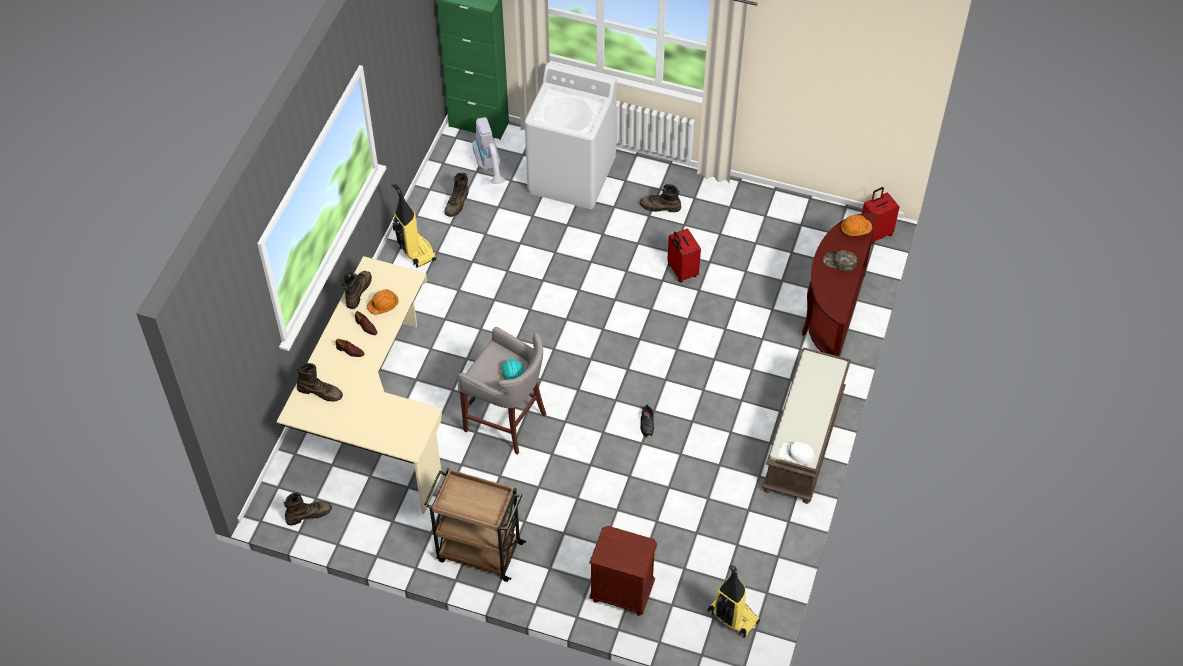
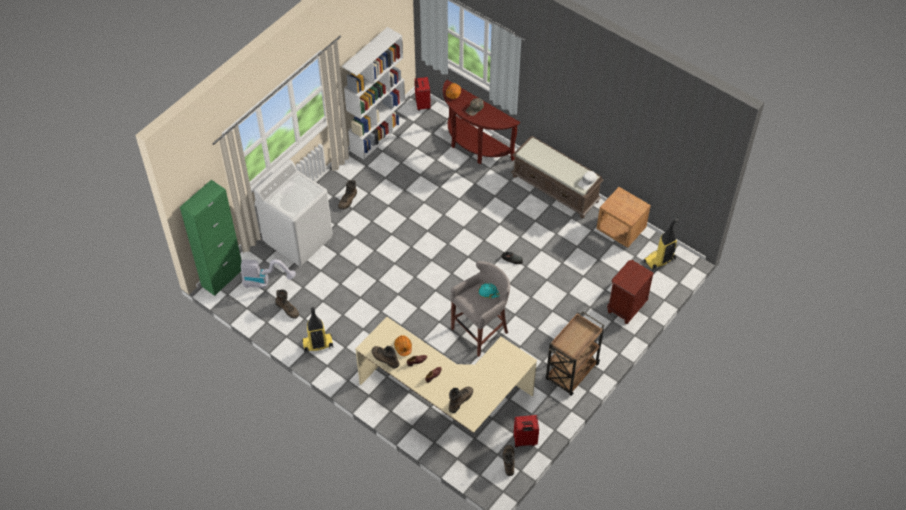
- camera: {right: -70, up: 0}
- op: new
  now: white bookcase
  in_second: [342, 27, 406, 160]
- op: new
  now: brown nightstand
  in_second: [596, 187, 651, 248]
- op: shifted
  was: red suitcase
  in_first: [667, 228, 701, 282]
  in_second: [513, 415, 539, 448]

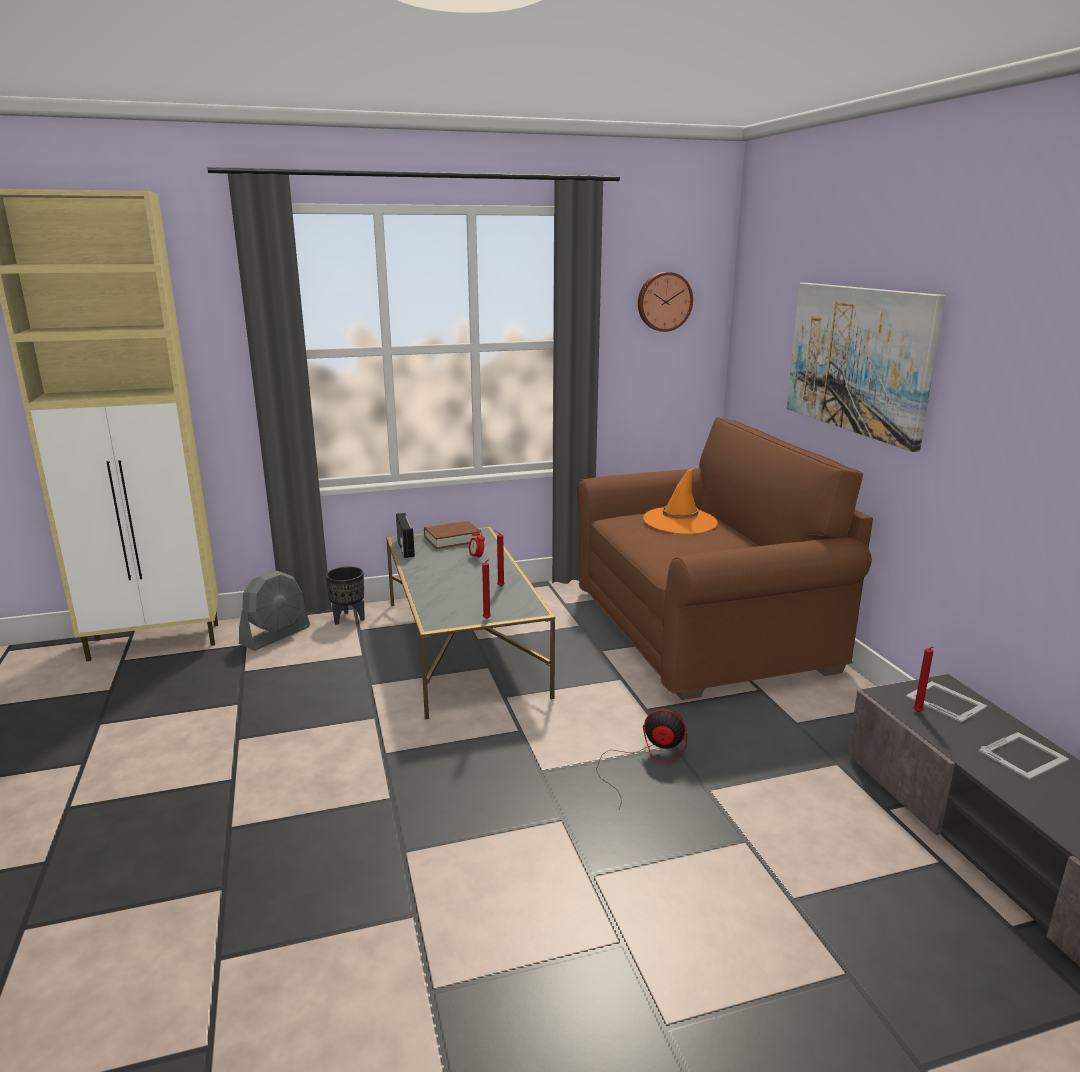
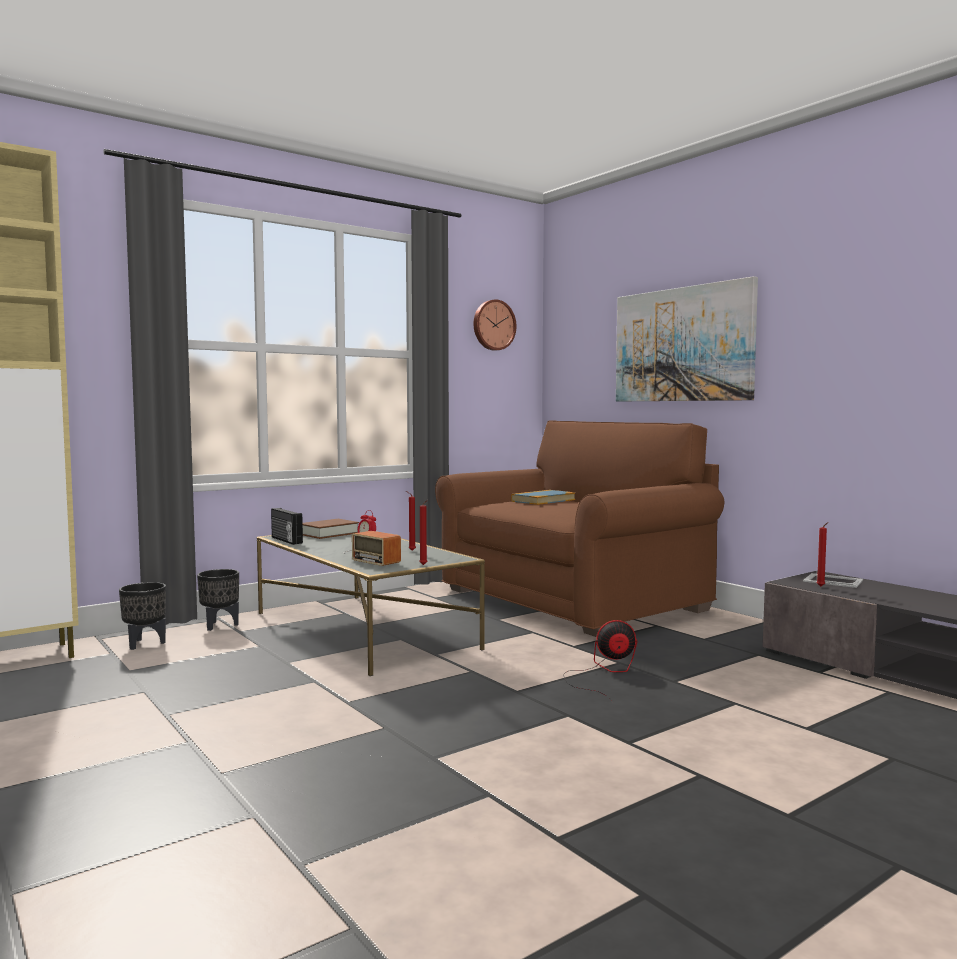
- camera: {right: -20, up: -15}
- op: gone
  was: picture frame
  in_first: [978, 732, 1069, 780]
- op: new
  now: radio
  in_second: [343, 531, 401, 566]
- op: swapped
  was: grey fan
  now: black planter
  in_first: [239, 571, 310, 651]
  in_second: [119, 582, 166, 650]
- op: swapped
  was: orange hat
  now: book
  in_first: [643, 467, 718, 534]
  in_second: [511, 490, 575, 505]

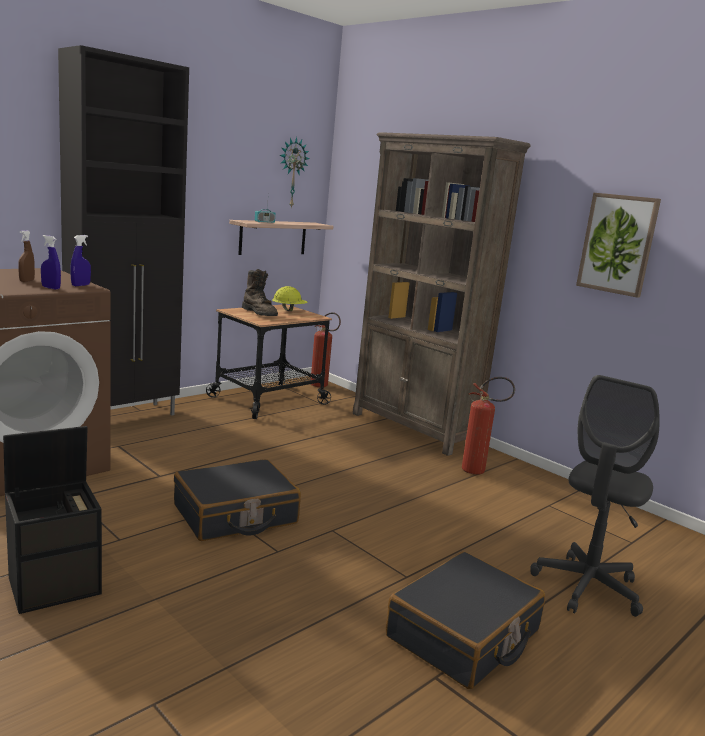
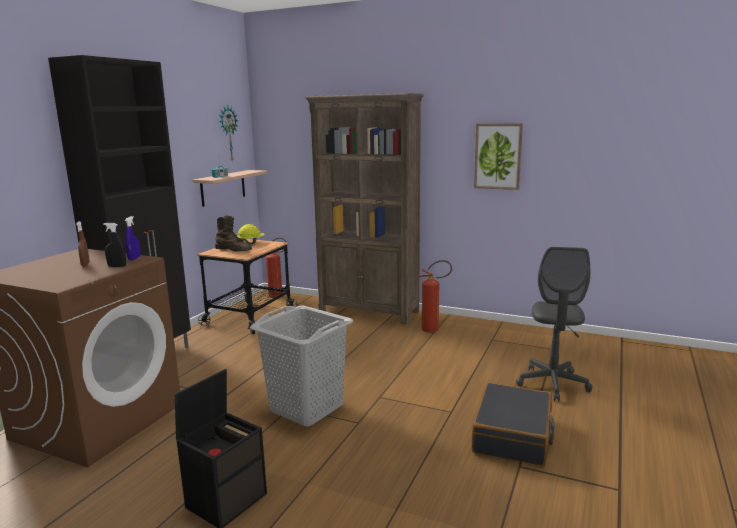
- camera: {right: -20, up: 0}
- op: swapped
  was: black suitcase
  now: grey laundry basket
  in_first: [174, 459, 301, 541]
  in_second: [250, 305, 353, 427]
- op: repainted
  was: blue spray bottle
  now: black spray bottle
  in_first: [41, 235, 61, 290]
  in_second: [103, 223, 126, 267]

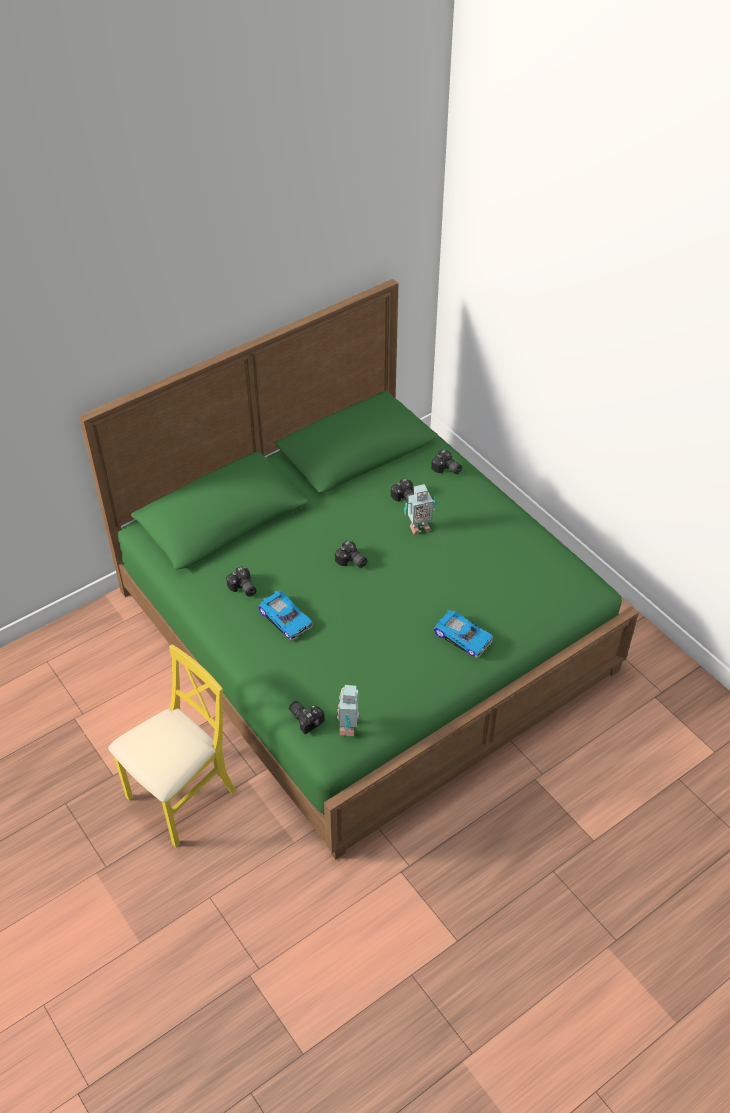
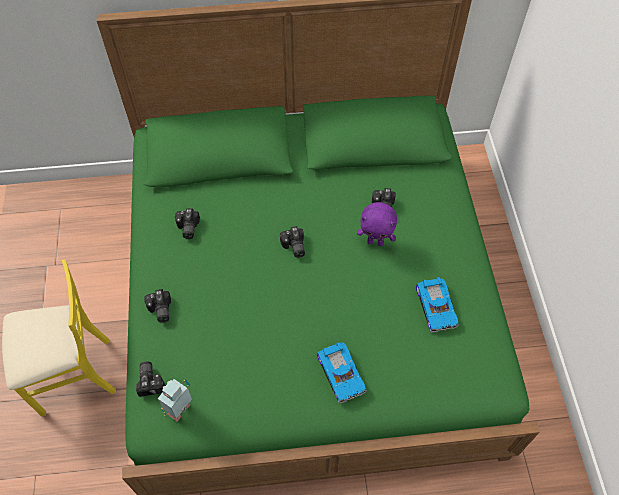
- camera: {right: 30, up: 10}
- op: shifted
  was: toy car
  in_first: [258, 591, 313, 641]
  in_second: [416, 277, 459, 332]
- op: shifted
  was: photo camera
  in_first: [431, 449, 462, 474]
  in_second: [144, 289, 171, 323]
- op: swapped
  was: toy robot
  now: purple plush toy
  in_first: [404, 484, 435, 535]
  in_second: [357, 202, 397, 246]

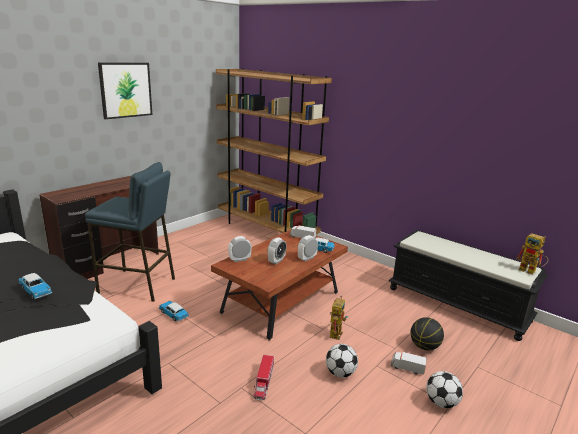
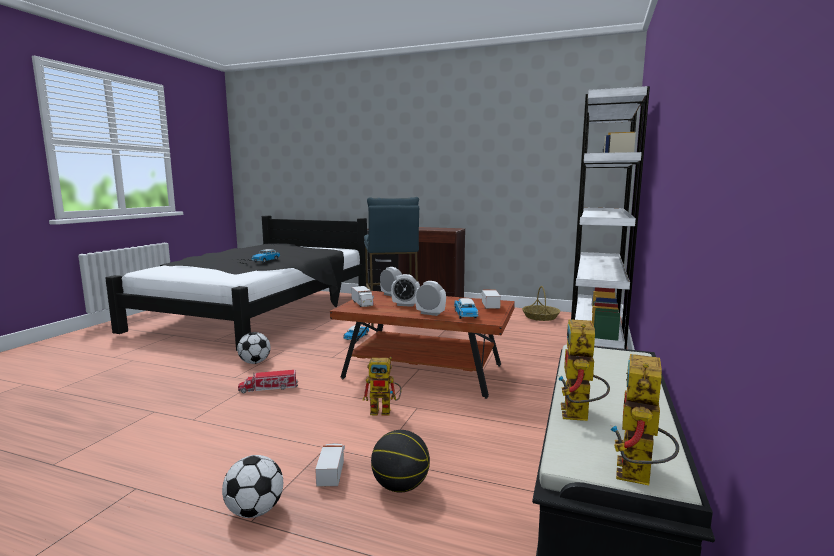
- camera: {right: 70, up: -10}
- op: gone
  was: picture
  in_first: [98, 63, 153, 119]
- op: new
  now: toy truck
  in_second: [351, 286, 374, 307]
- op: new
  now: basket
  in_second: [522, 286, 560, 321]
- op: new
  now: toy robot
  in_second: [558, 319, 610, 421]
- op: shifted
  was: football
  in_first: [326, 344, 358, 378]
  in_second: [237, 332, 271, 364]
- op: repainted
  was: brown bookcase
  now: white bookcase
  in_first: [216, 68, 332, 234]
  in_second: [571, 86, 650, 349]

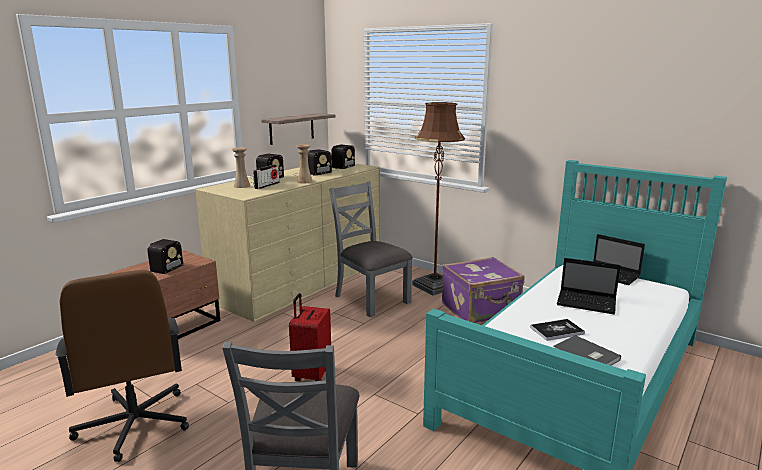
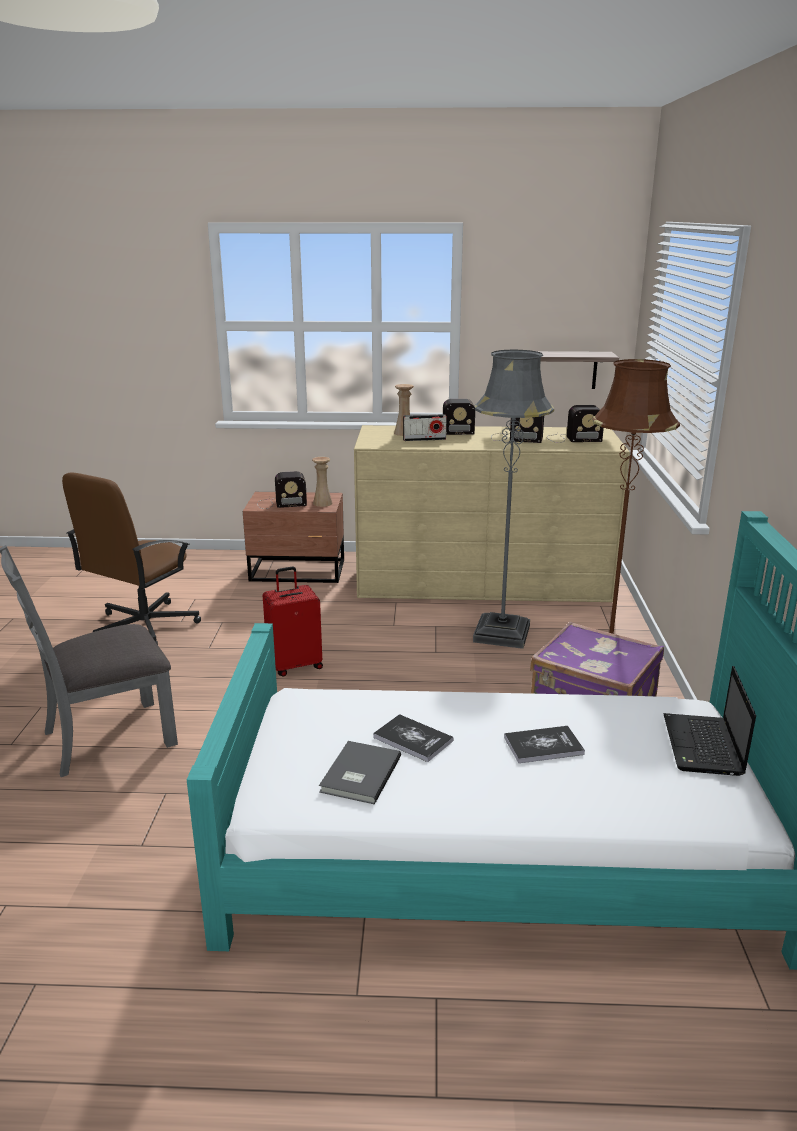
- camera: {right: 55, up: 5}
- op: shifted
  was: beige vase
  in_first: [296, 144, 313, 183]
  in_second: [312, 457, 333, 507]
- op: swapped
  was: grey chair
  now: grey floor lamp
  in_first: [329, 181, 413, 317]
  in_second: [473, 350, 554, 649]
- op: swapped
  was: laptop
  now: book
  in_first: [557, 258, 620, 314]
  in_second: [504, 726, 585, 763]

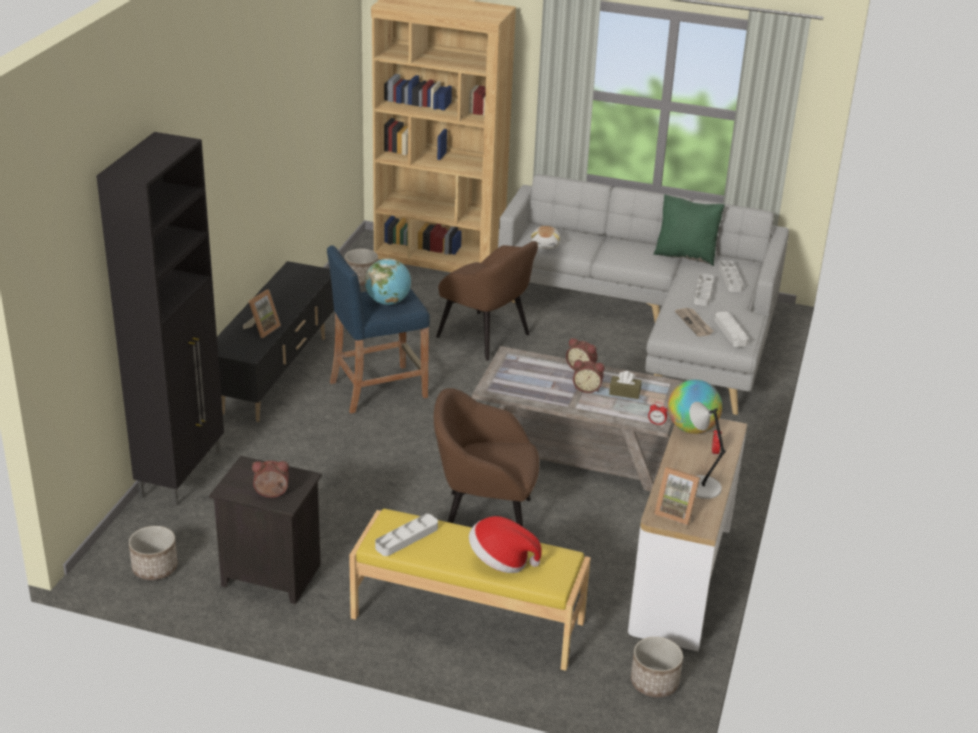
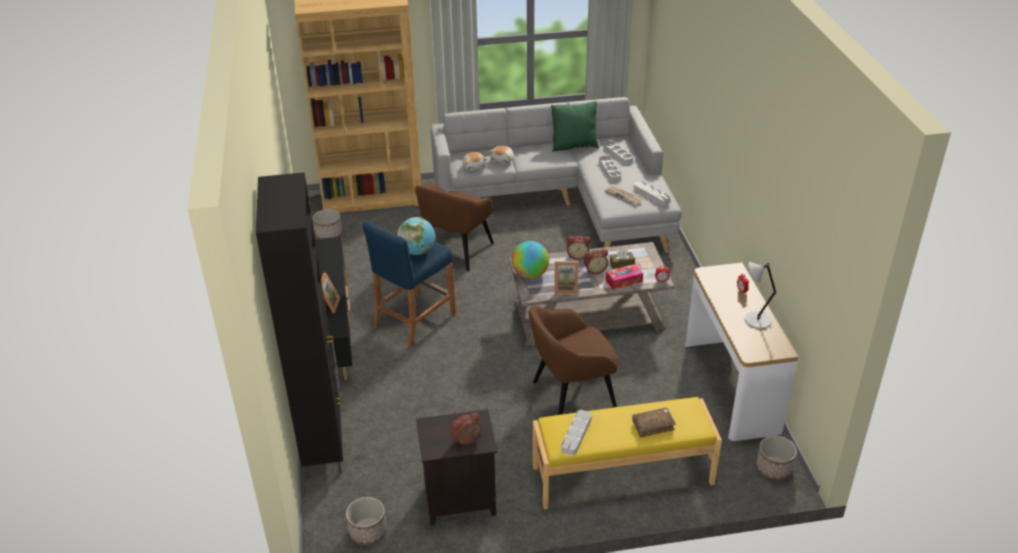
- camera: {right: -25, up: 5}
- op: new
  now: plush toy
  in_second: [488, 145, 514, 164]
- op: new
  now: tissue box
  in_second: [605, 264, 643, 290]
- op: shifted
  was: picture frame
  in_first: [654, 467, 700, 526]
  in_second: [554, 261, 578, 294]
- op: shifted
  was: globe
  in_first: [668, 380, 722, 434]
  in_second: [511, 241, 549, 279]
- op: swapped
  was: hat
  now: brown book
  in_first: [469, 516, 542, 573]
  in_second: [632, 408, 676, 437]
- op: rotated
  was: brown armchair
  in_first: [436, 241, 538, 361]
  in_second: [415, 183, 494, 271]
  clockwise: 105

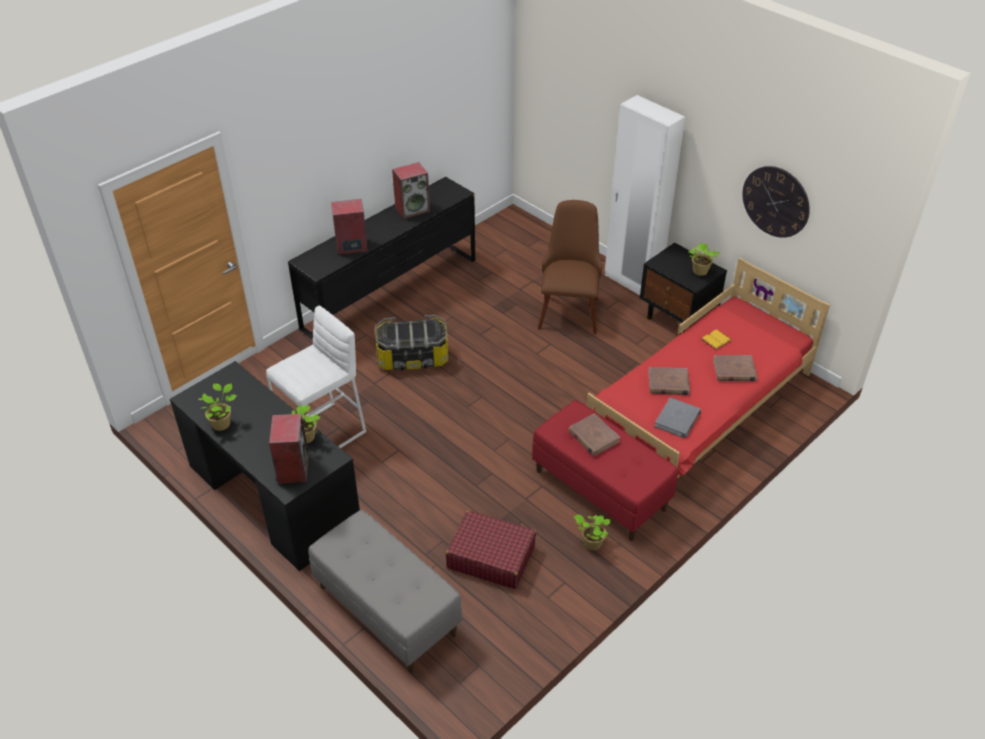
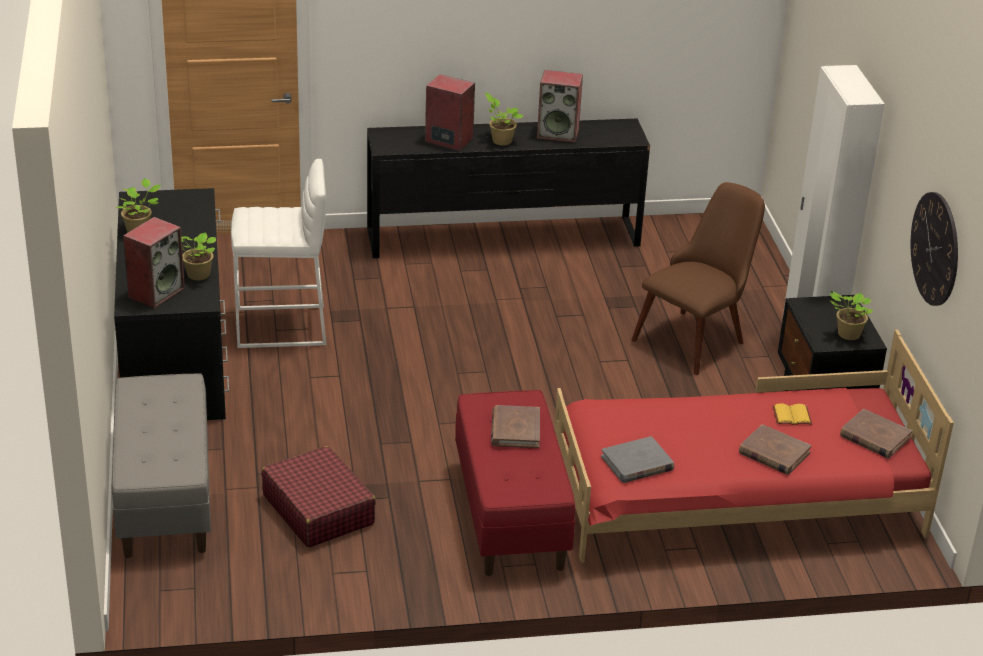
- camera: {right: 35, up: -10}
- op: gone
  was: storage box
  in_first: [375, 315, 448, 370]
- op: shifted
  was: potted plant
  in_first: [574, 514, 610, 550]
  in_second: [485, 92, 523, 146]
- op: shifted
  was: brown book
  in_first: [648, 367, 690, 395]
  in_second: [840, 409, 912, 458]

